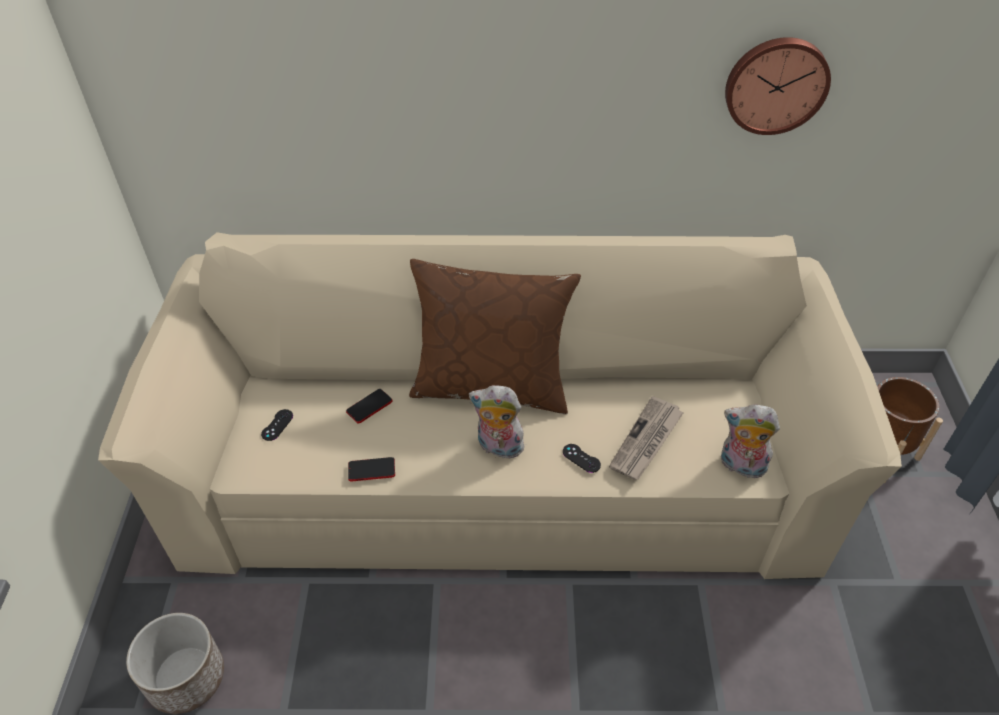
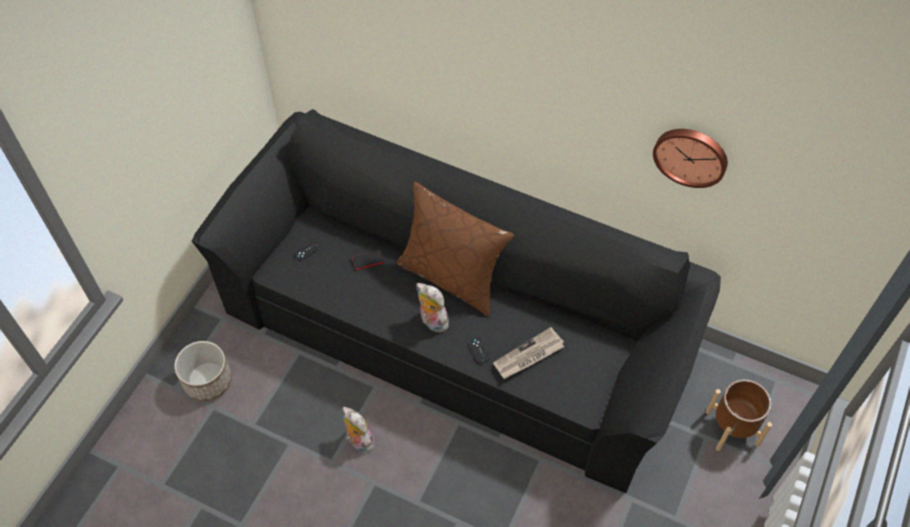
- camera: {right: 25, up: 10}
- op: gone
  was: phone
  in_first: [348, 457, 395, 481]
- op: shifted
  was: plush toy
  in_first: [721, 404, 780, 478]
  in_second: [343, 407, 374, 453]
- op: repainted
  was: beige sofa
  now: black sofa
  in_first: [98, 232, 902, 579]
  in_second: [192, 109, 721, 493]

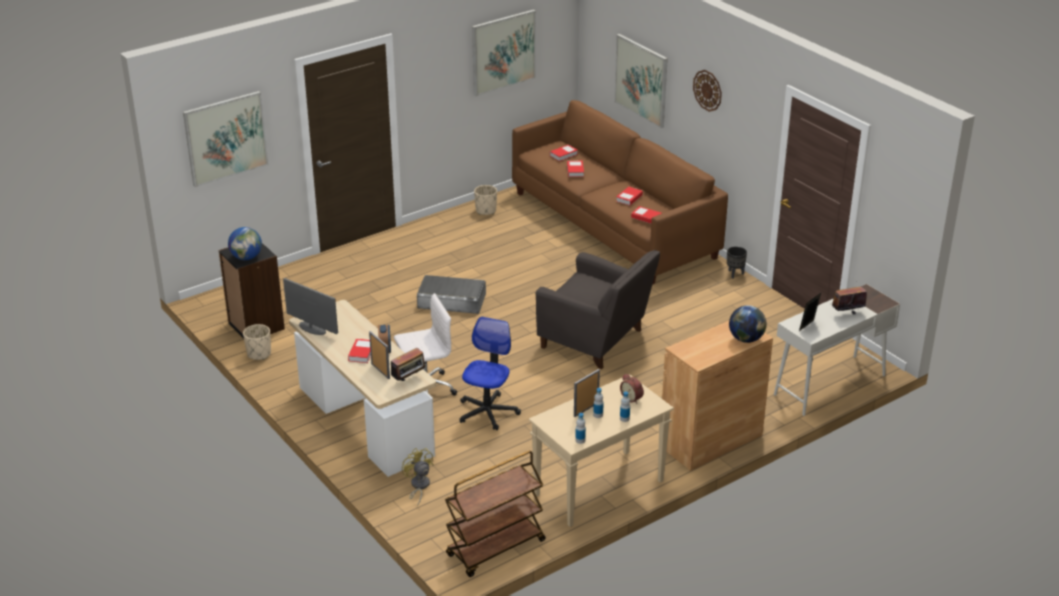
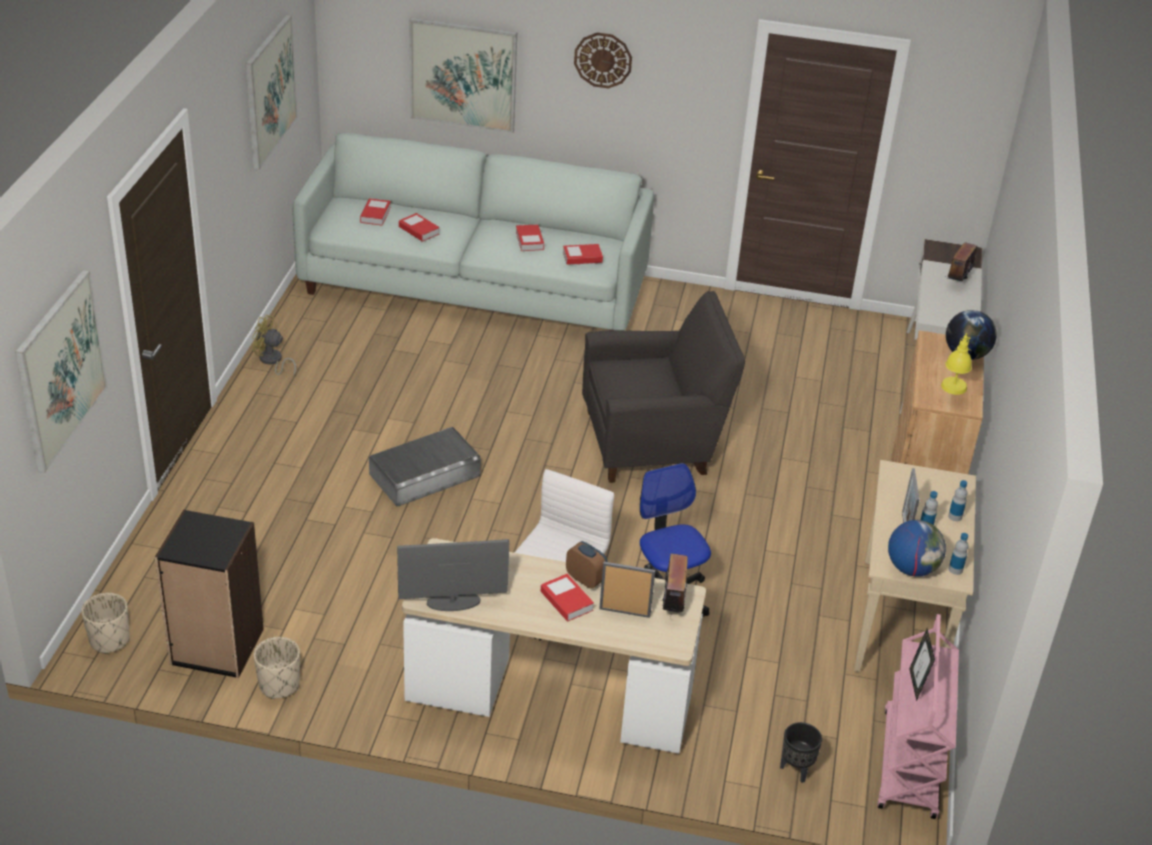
- camera: {right: -45, up: 5}
- op: gone
  was: alarm clock
  in_first: [620, 374, 644, 404]
- op: new
  now: yellow table lamp
  in_second: [941, 333, 972, 395]
- op: shifted
  was: globe
  in_first: [228, 227, 262, 260]
  in_second: [888, 520, 946, 577]
- op: shifted
  was: yellow fan
  in_first: [402, 448, 433, 506]
  in_second: [252, 315, 296, 378]
- op: shifted
  was: beige planter
  in_first: [474, 185, 497, 215]
  in_second: [81, 593, 130, 654]
- op: shifted
  was: black planter
  in_first: [727, 246, 747, 279]
  in_second: [780, 722, 822, 783]
- op: shifted
  was: picture frame
  in_first: [799, 293, 821, 331]
  in_second: [909, 629, 935, 701]
- op: repainted
  was: brown cart
  now: pink cart
  in_first: [445, 451, 546, 577]
  in_second: [877, 614, 959, 819]
- op: repainted
  was: brown sofa
  now: white sofa
  in_first: [512, 100, 728, 285]
  in_second: [292, 133, 654, 331]

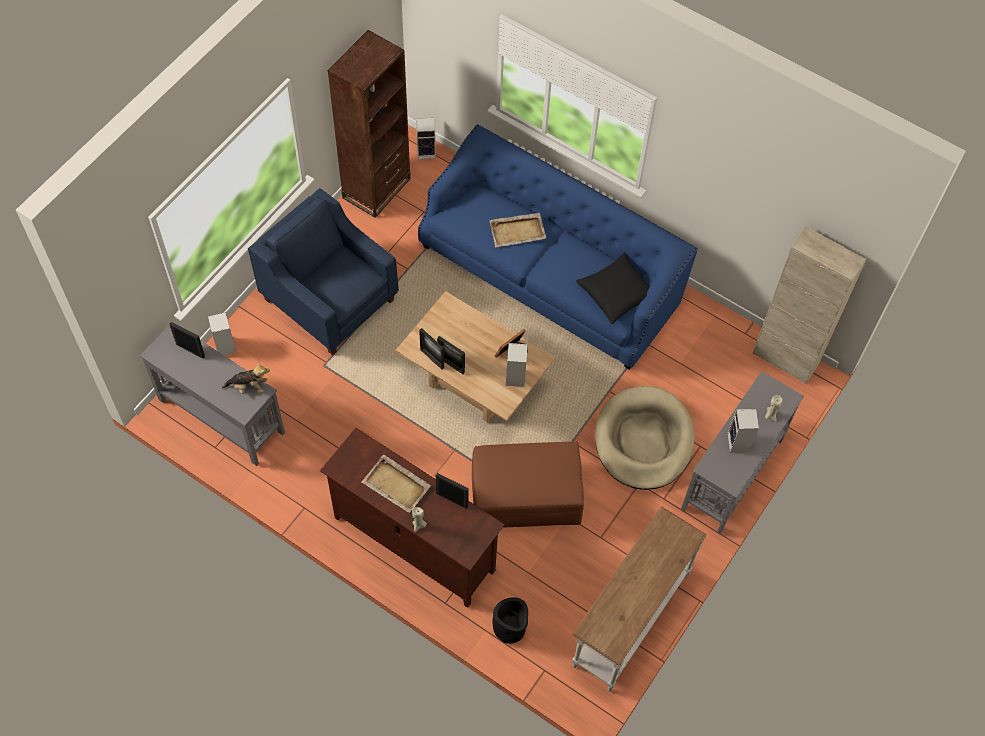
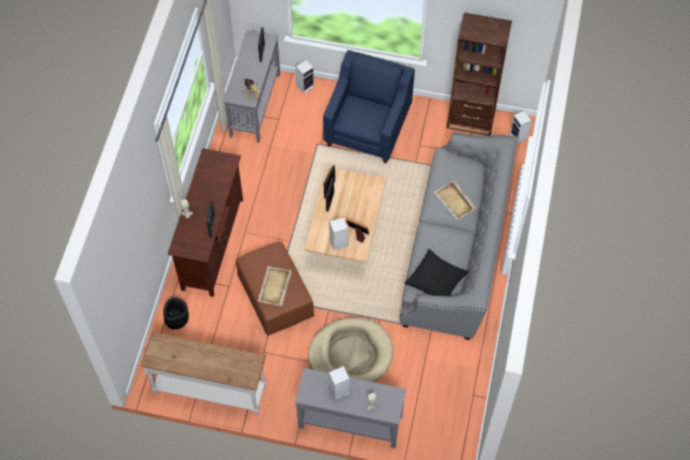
- camera: {right: 70, up: 0}
- op: gone
  was: beige cabinet
  in_first: [752, 226, 866, 384]
- op: shifted
  was: beige tray
  in_first: [361, 455, 431, 513]
  in_second: [258, 266, 292, 306]
- op: repainted
  was: blue sofa
  now: grey sofa
  in_first: [418, 125, 698, 370]
  in_second: [400, 132, 518, 340]

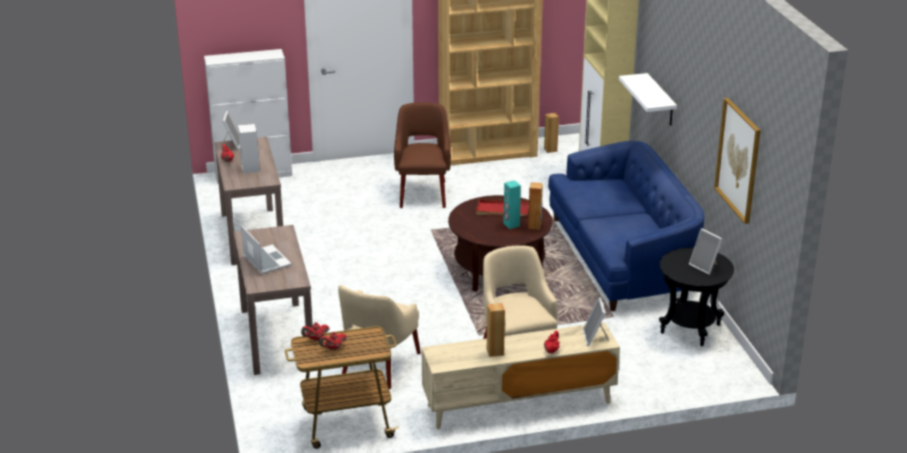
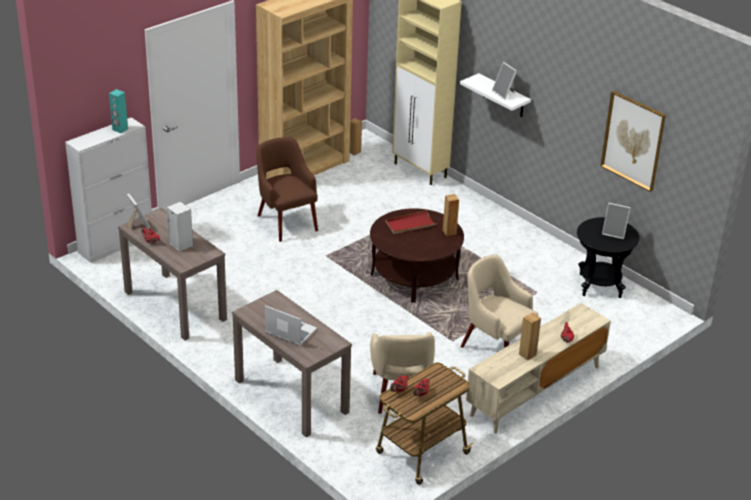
- camera: {right: -30, up: 5}
- op: gone
  was: blue sofa
  in_first: [548, 141, 704, 311]
- op: shifted
  was: turquoise speaker
  in_first: [503, 180, 521, 229]
  in_second: [109, 89, 128, 133]
- op: shifted
  was: picture frame
  in_first: [583, 297, 609, 346]
  in_second: [492, 62, 517, 99]

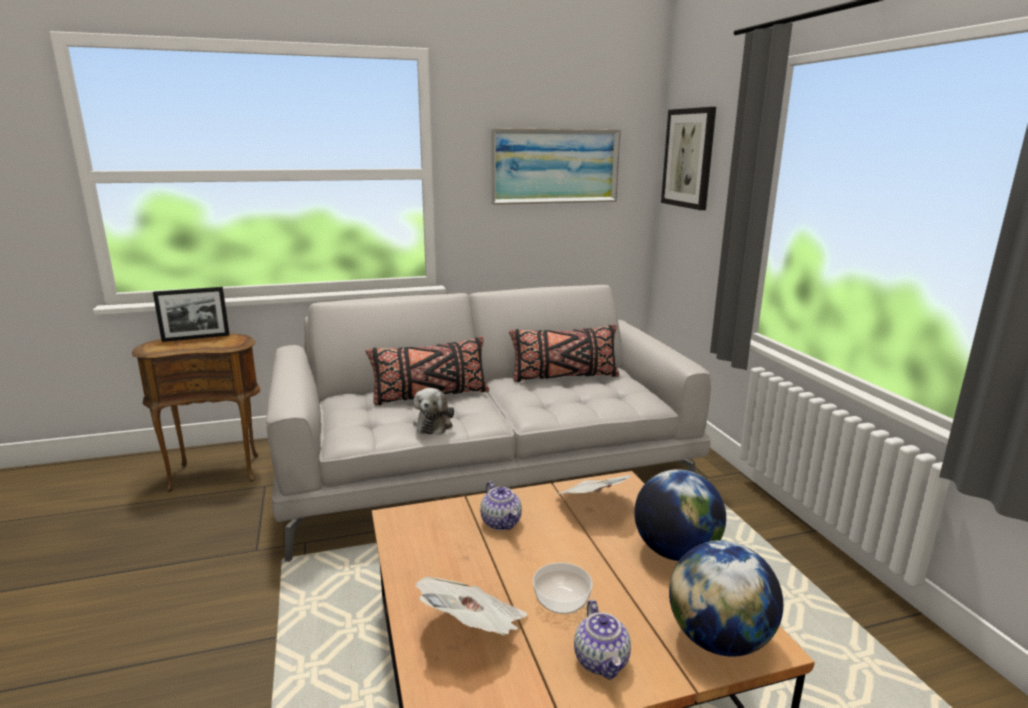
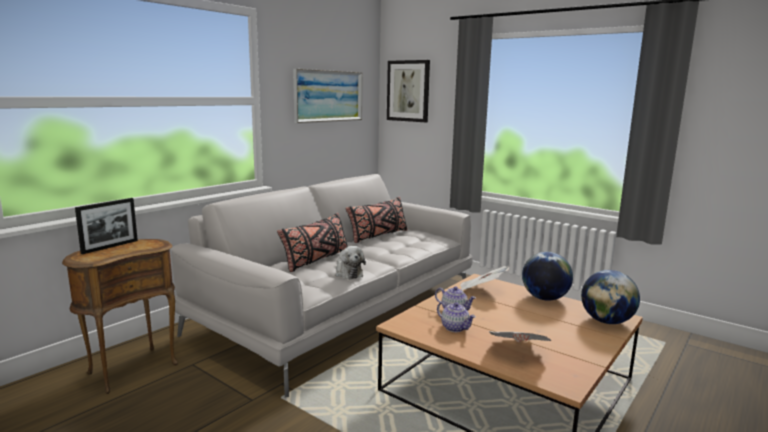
- camera: {right: -35, up: -5}
- op: gone
  was: bowl
  in_first: [533, 562, 593, 614]
- op: shifted
  was: teapot
  in_first: [574, 600, 631, 680]
  in_second: [437, 302, 476, 332]

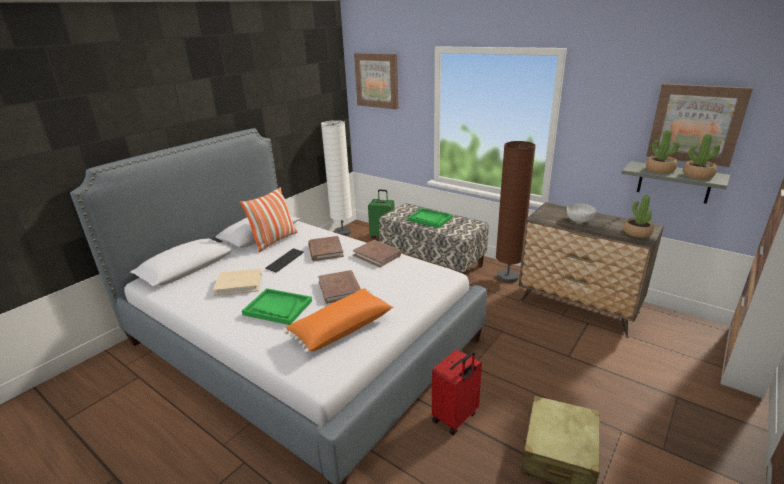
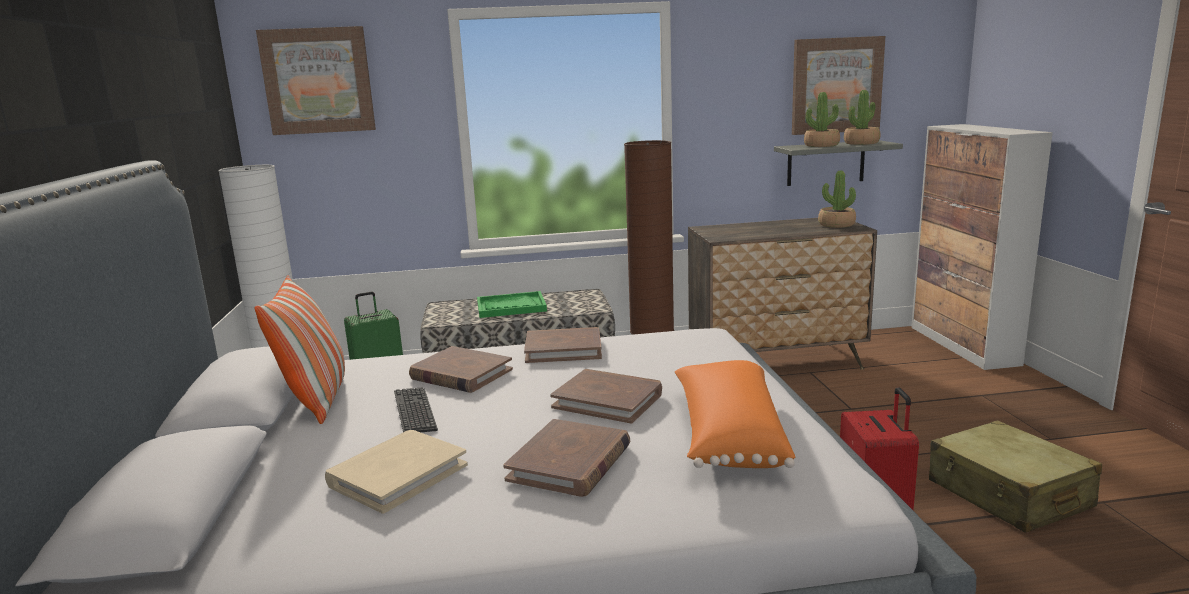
- camera: {right: -45, up: -10}
- op: gone
  was: white bowl
  in_first: [567, 203, 596, 222]
- op: swapped
  was: green tray
  now: brown book
  in_first: [242, 288, 312, 325]
  in_second: [503, 419, 630, 497]

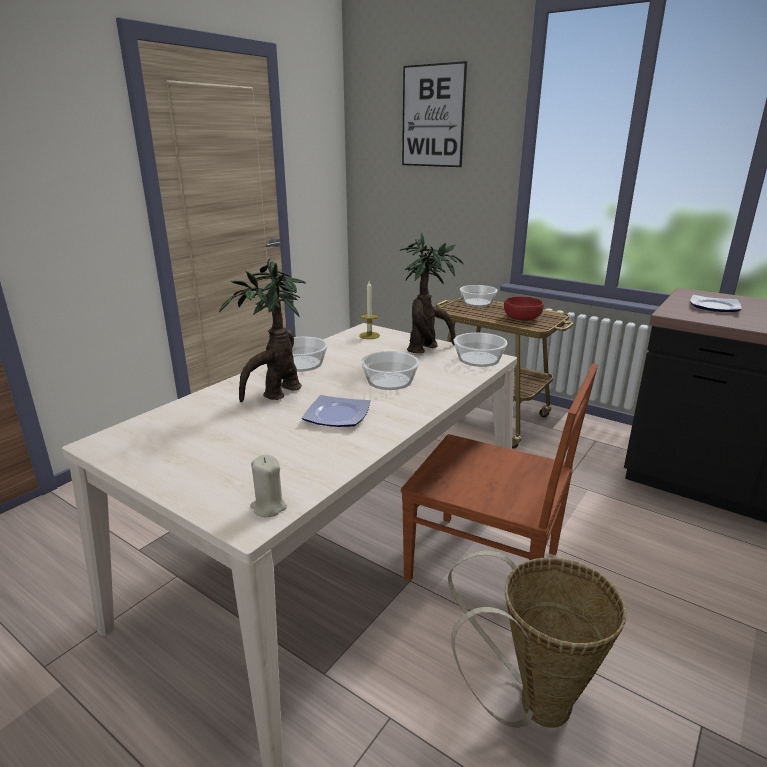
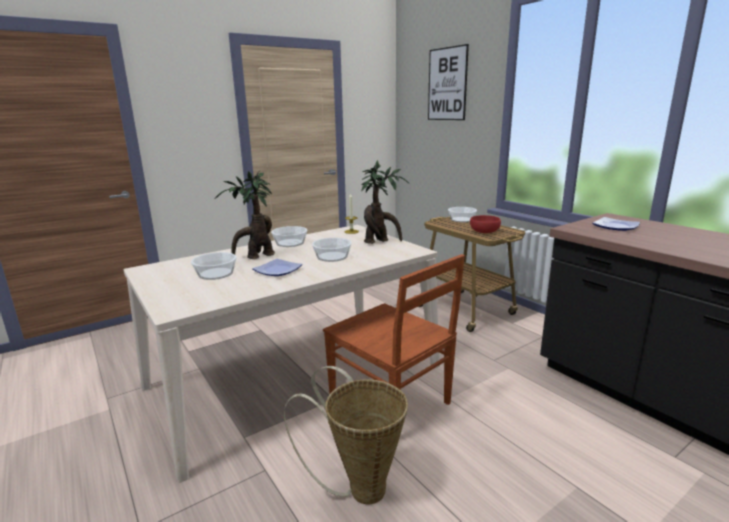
- camera: {right: 20, up: -5}
- op: gone
  was: beige candle
  in_first: [250, 454, 287, 517]
- op: shifted
  was: bowl
  in_first: [454, 333, 508, 367]
  in_second: [191, 252, 237, 280]

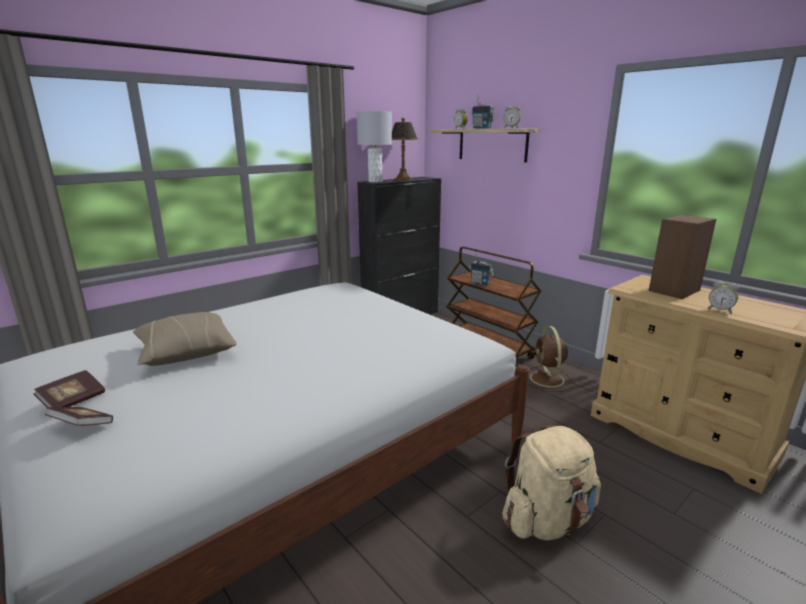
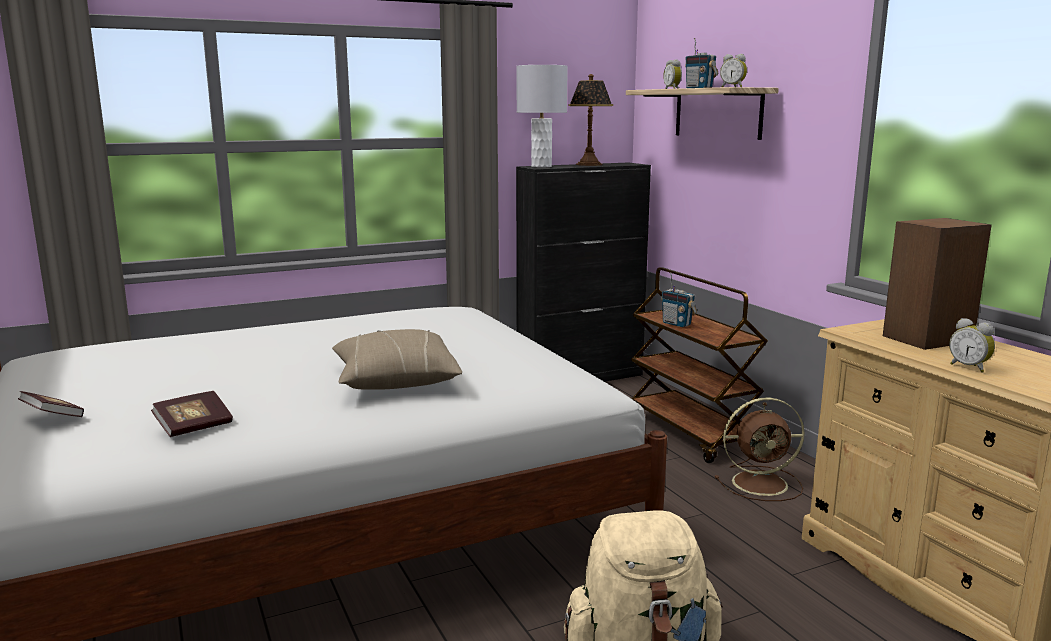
- camera: {right: 15, up: -5}
- op: shifted
  was: book
  in_first: [34, 370, 105, 407]
  in_second: [151, 391, 233, 437]
- op: shifted
  was: beige pillow
  in_first: [133, 311, 237, 366]
  in_second: [332, 329, 462, 390]
- op: rotated
  was: brown fan
  in_first: [528, 326, 575, 392]
  in_second: [715, 398, 805, 501]
  clockwise: -105

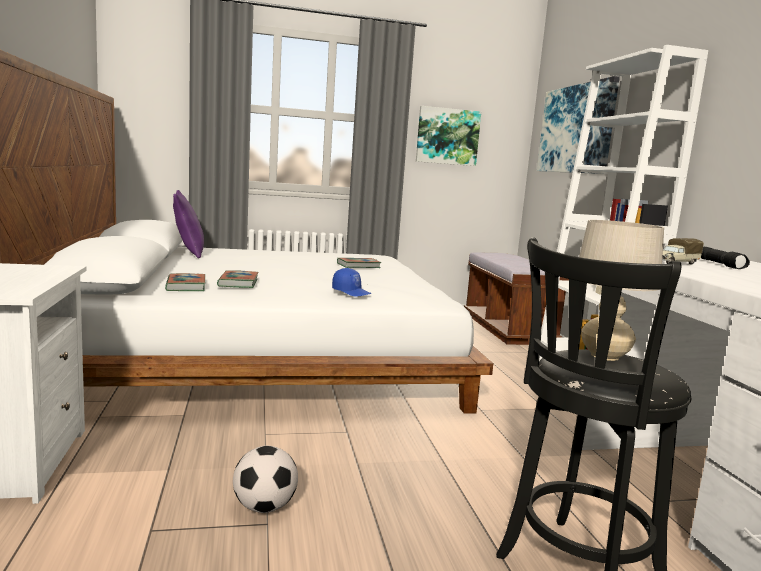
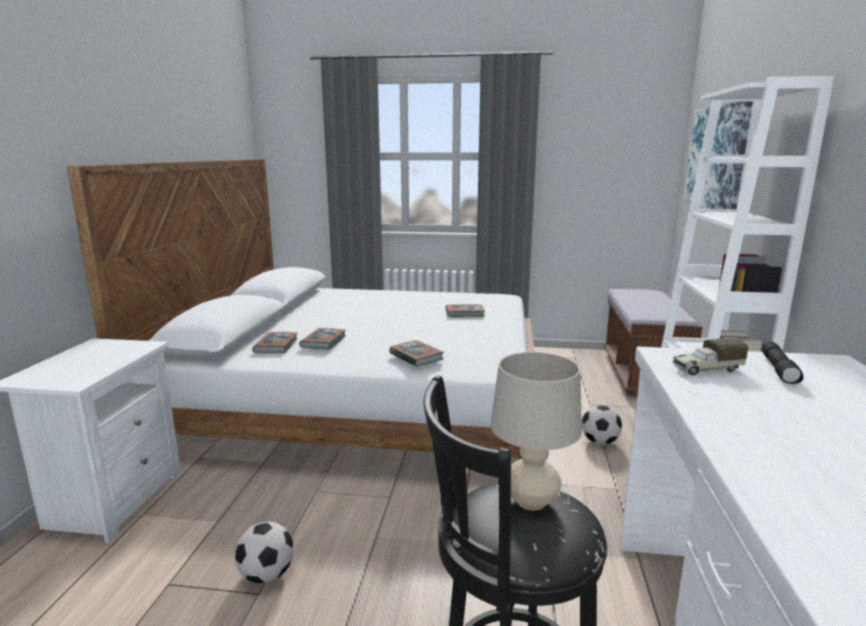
- camera: {right: 20, up: 5}
- op: gone
  was: purple pillow
  in_first: [173, 190, 204, 258]
- op: gone
  was: picture
  in_first: [416, 106, 481, 166]
- op: new
  now: football
  in_second: [582, 405, 622, 445]
- op: swapped
  was: blue cap
  now: book
  in_first: [332, 268, 371, 297]
  in_second: [389, 340, 444, 367]

